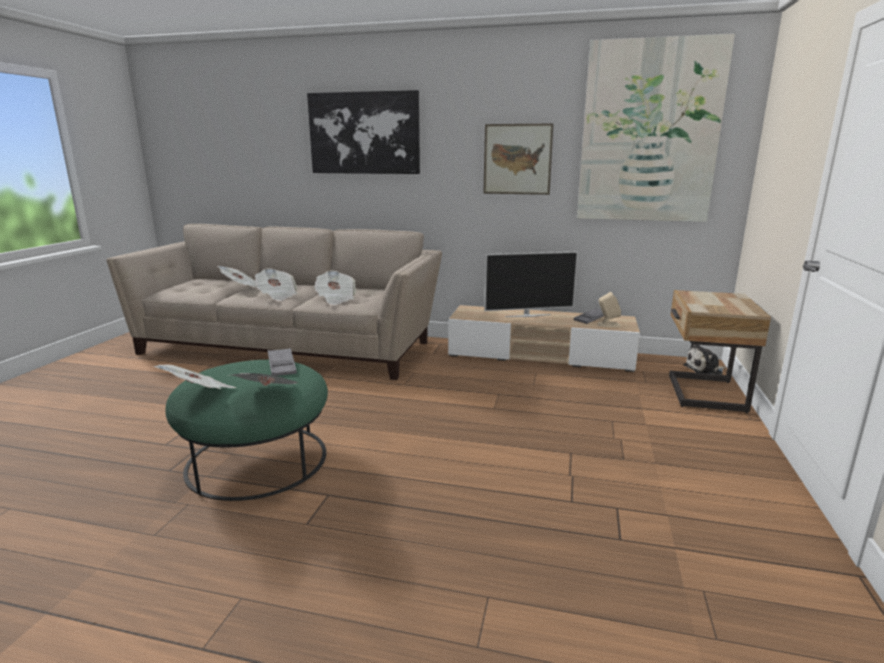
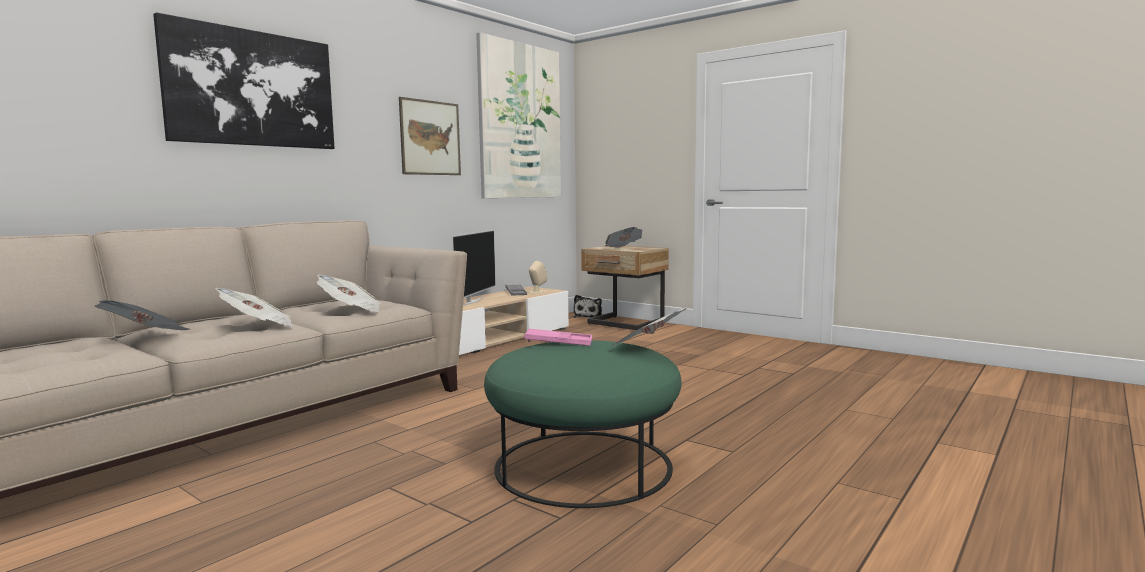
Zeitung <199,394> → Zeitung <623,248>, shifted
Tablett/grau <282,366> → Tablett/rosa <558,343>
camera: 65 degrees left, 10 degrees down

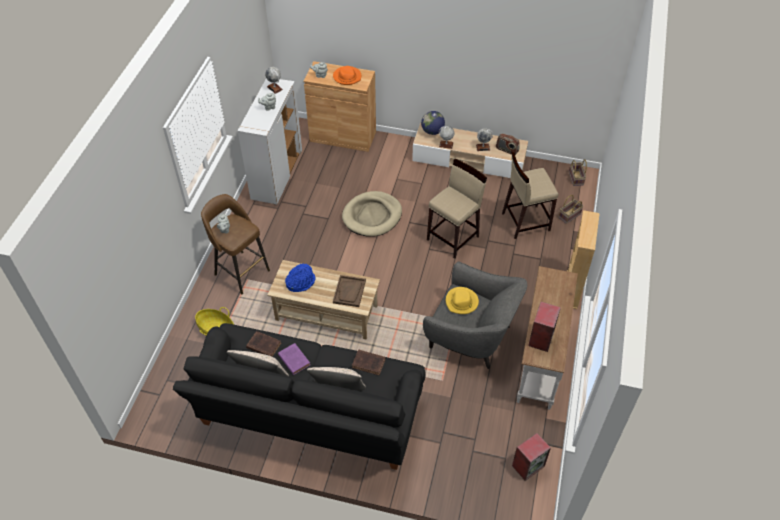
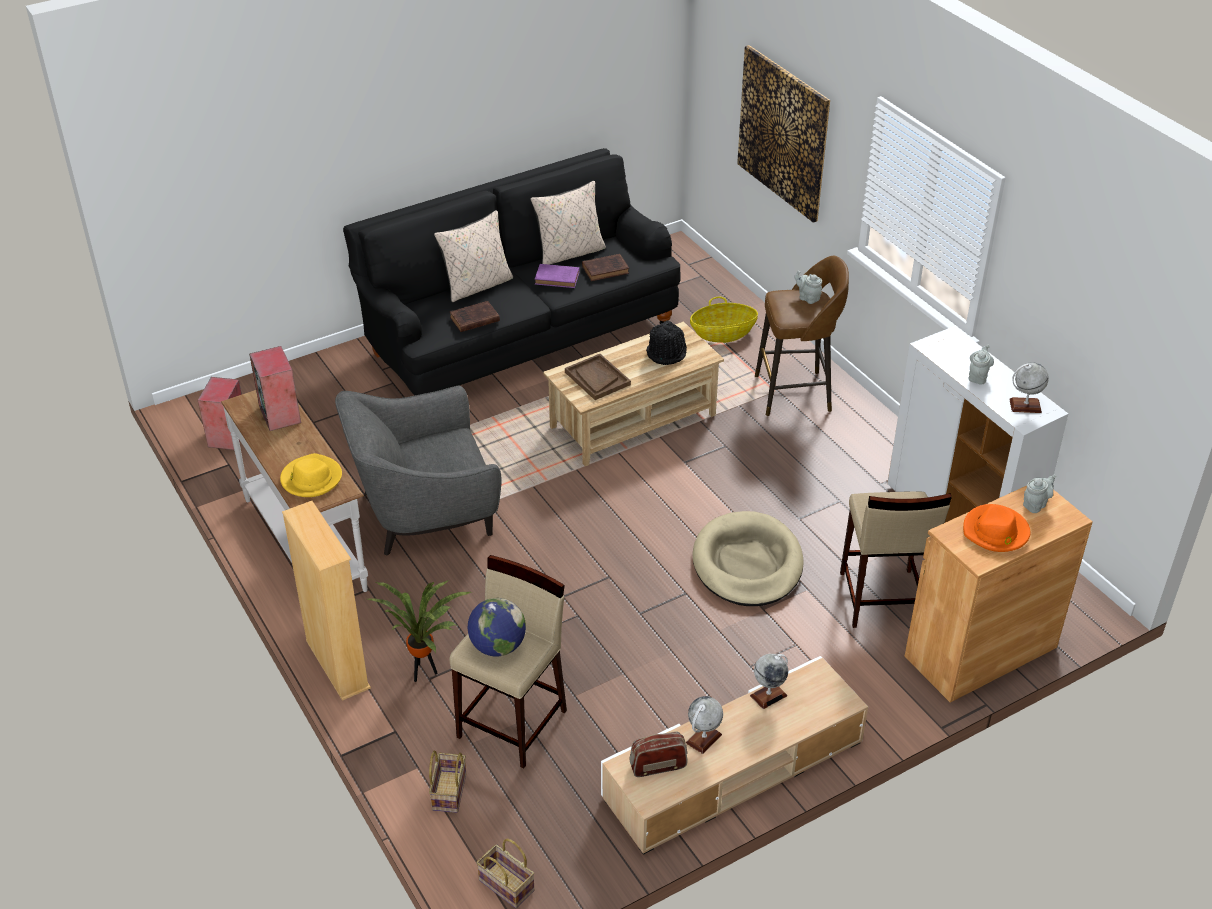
- → Topfpflanze <424,673>
- → Bild <783,133>
Globus <432,131> → Globus <497,646>, shifted
Hocker/beige <453,238> → Hocker/beige <881,599>, shifted
Hut/gelb <461,302> → Hut/gelb <311,479>, shifted
Hut/blau <300,282> → Hut/schwarz <667,352>
camera: 135 degrees right, 10 degrees down

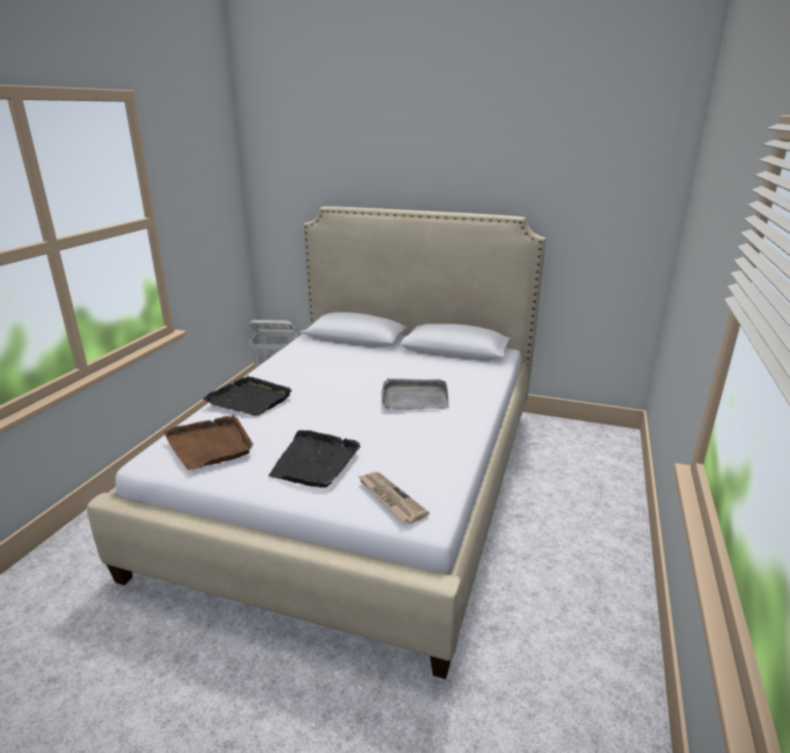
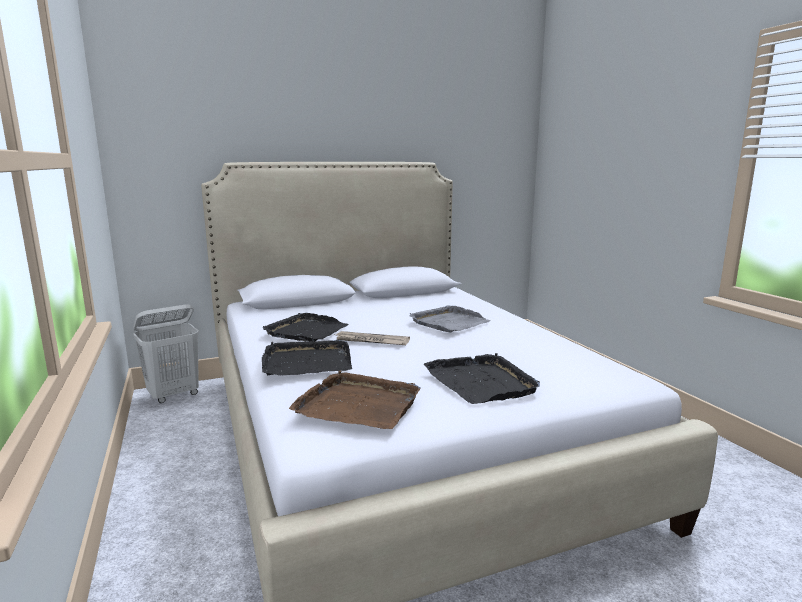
- → Tablett/schwarz <306,331>
Zeitung <390,498> → Zeitung <371,341>, shifted
camera: 40 degrees left, 10 degrees down

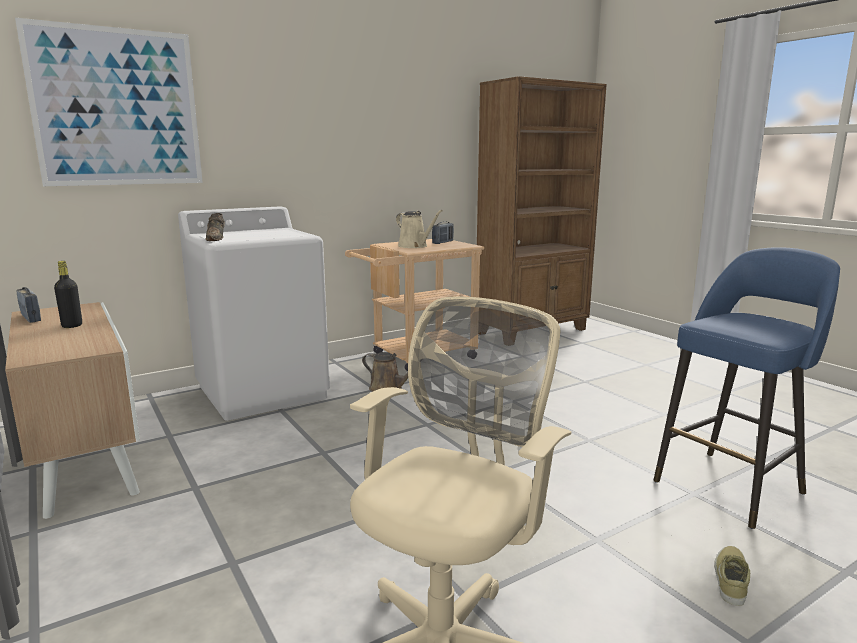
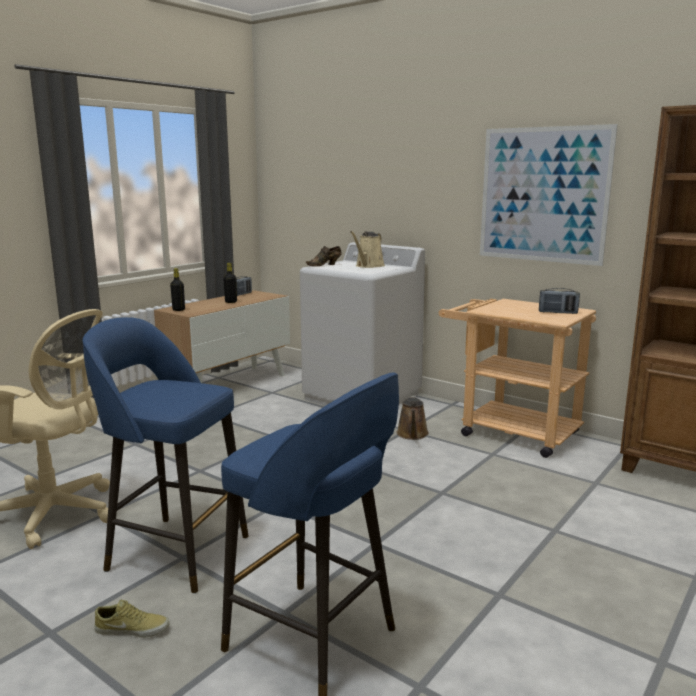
- → Hocker/blau <175,552>
- → Flasche/schwarz <178,310>
Bild <117,108> → Bild <543,195>, shifted
Gießkanne/beige <415,246> → Gießkanne/beige <368,266>, shifted
camera: 70 degrees right, 0 degrees up

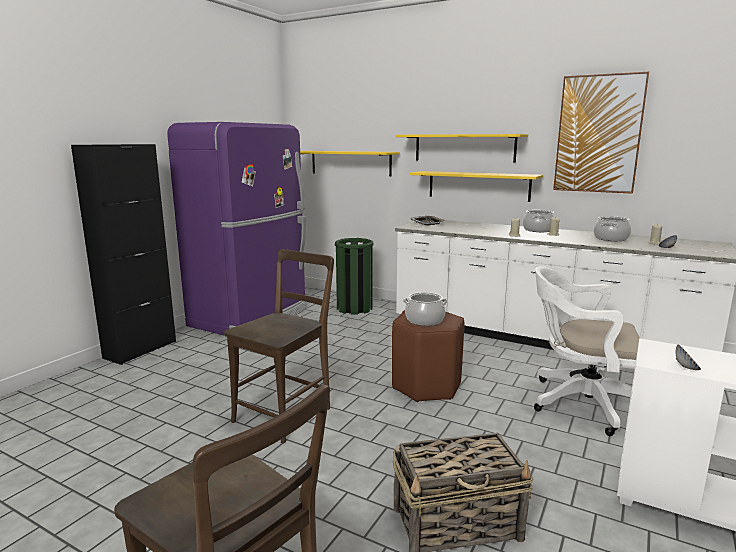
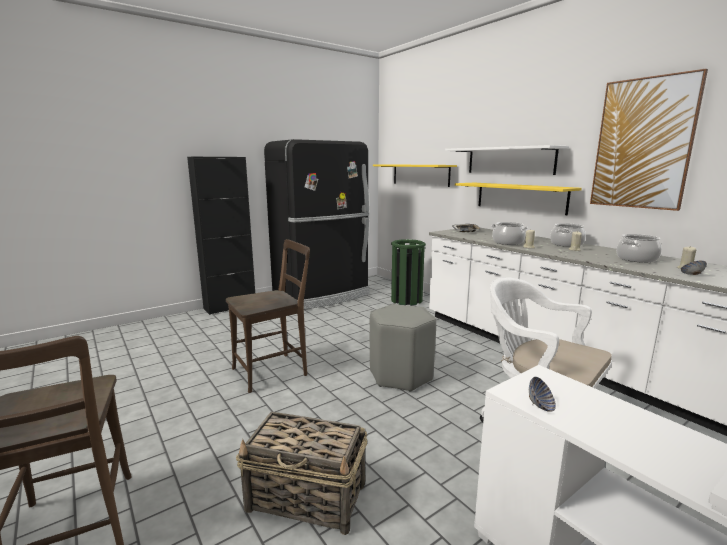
Kochtopf <424,320> → Kochtopf <508,242>, shifted
Kühlschrank/lila <251,317> → Kühlschrank/schwarz <322,295>
Hocker/braun <425,387> → Hocker/grau <400,375>
Wandregal/gelb <464,148> → Wandregal/weiß <509,160>
camera: 25 degrees right, 0 degrees up

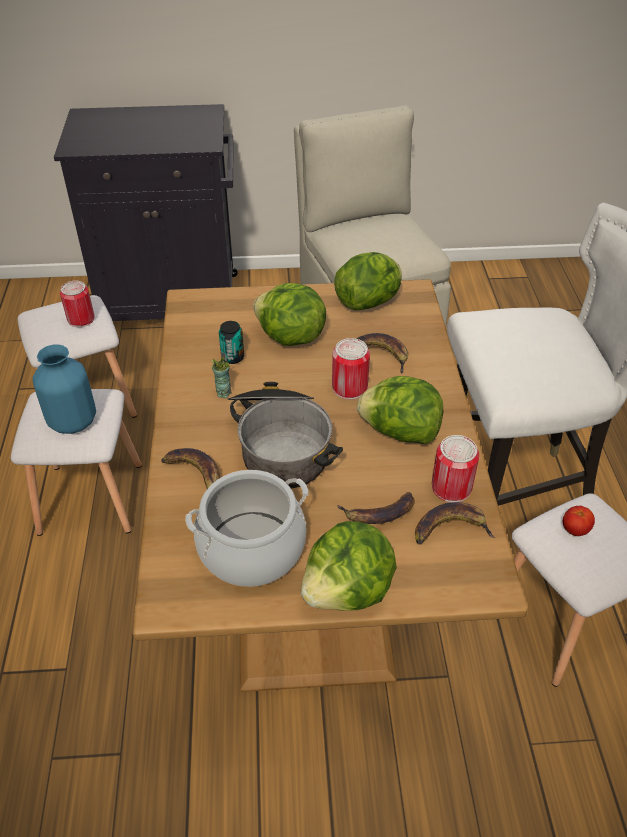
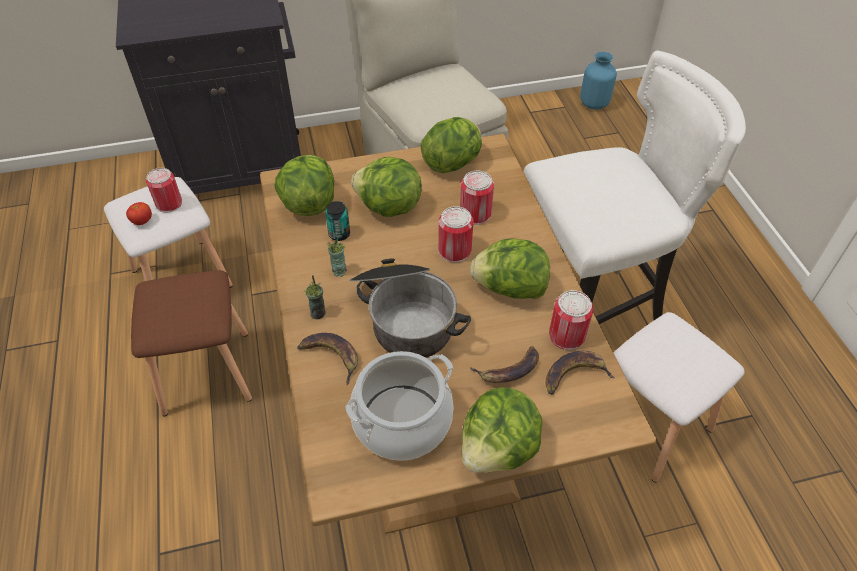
- → Salatkopf <309,204>
- → Tasse <318,313>
Vase/blau <73,421> → Vase/blau <594,103>, shifted
Tomate <575,529> → Tomate <142,221>, shifted
Banane <380,354> → Dose <475,214>
Hocker/weiß <93,497> → Hocker/braun <208,371>
camera: 10 degrees left, 5 degrees up

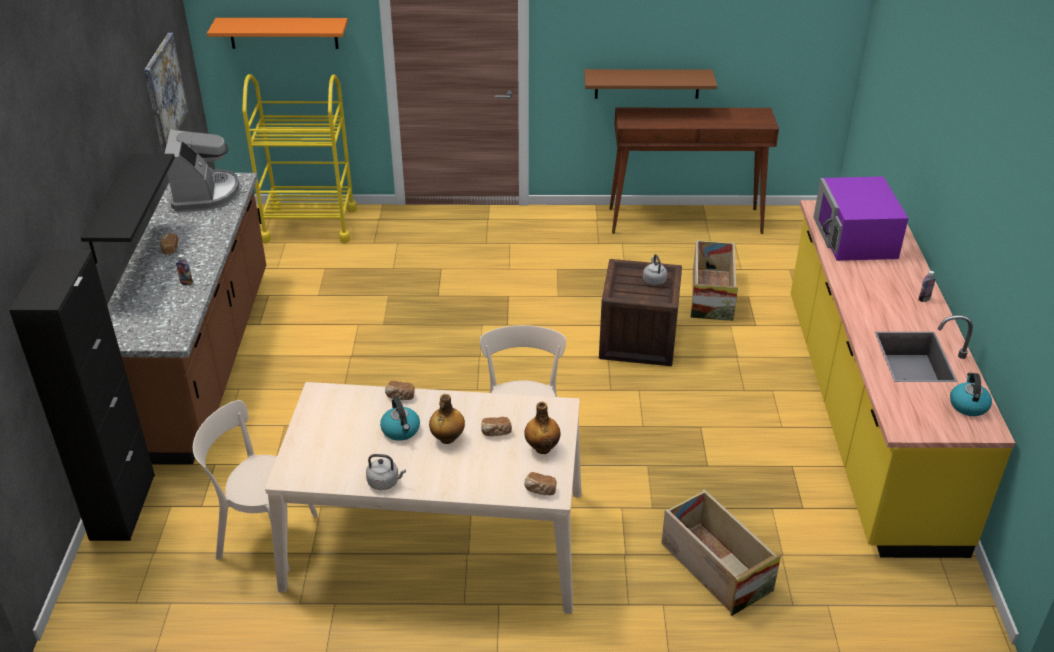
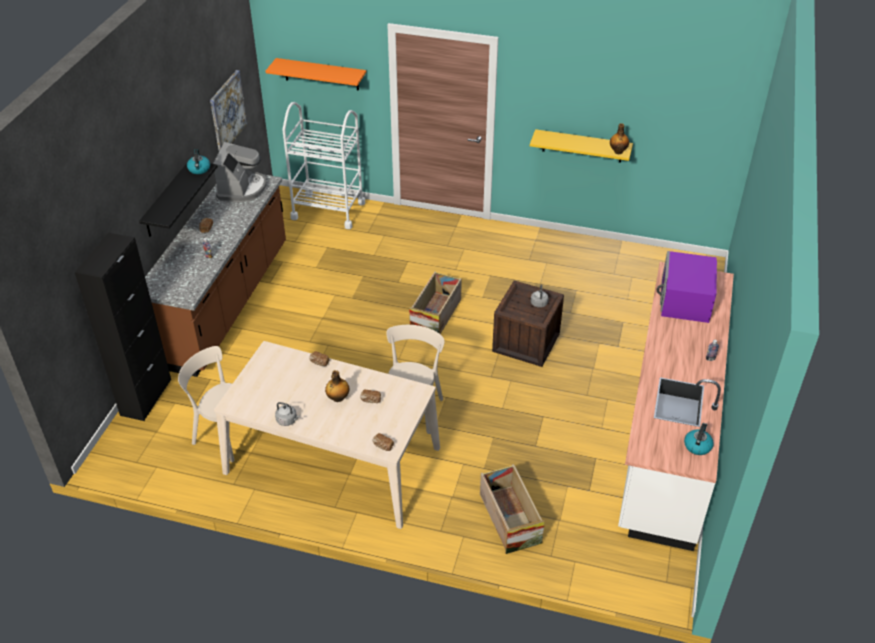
Konsolentisch/braun <686,221> → -
Wasserkessel <401,430> → Wasserkessel <199,169>, shifted
Flasche <542,448> → Flasche <618,151>, shifted
Kiste <711,294> → Kiste <436,314>, shifted
Rollwagen/gelb <310,224> → Rollwagen/weiß <328,210>
Wandregal/braun <647,83> → Wandregal/gelb <582,146>
Küchenzeile/gelb <865,415> → Küchenzeile/weiß <667,431>
camera: 15 degrees right, 5 degrees up

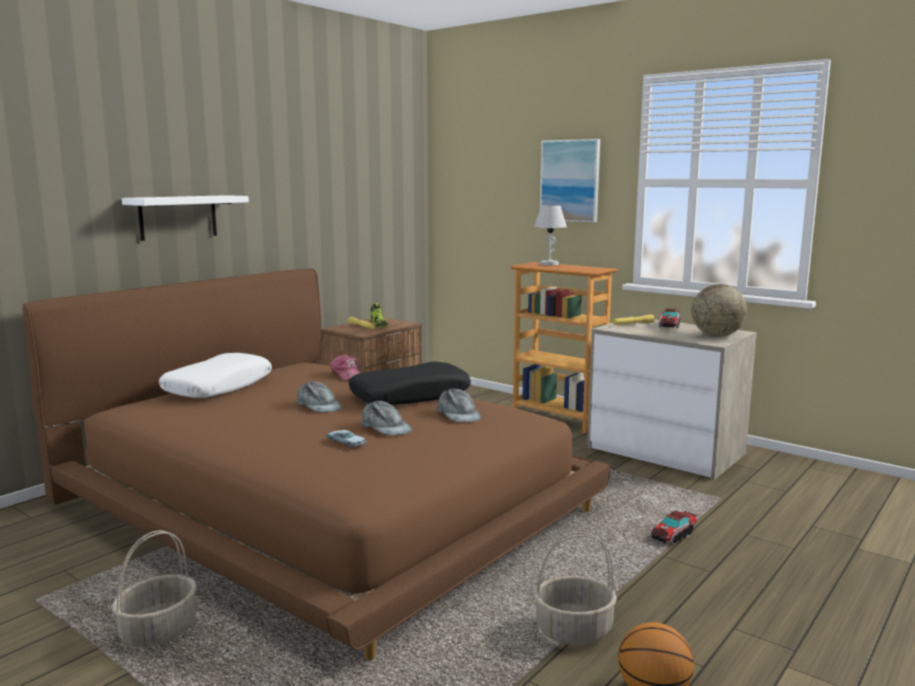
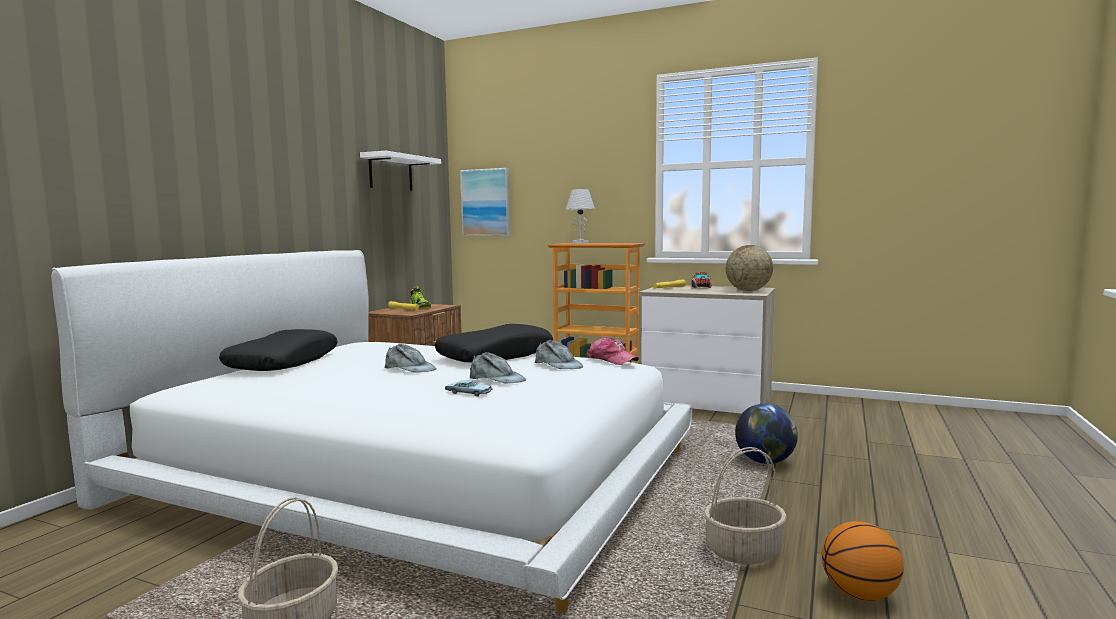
Wandregal/weiß <178,217> → Wandregal/weiß <390,173>, shifted
Kappe <348,375> → Kappe <611,360>, shifted
Bild <570,180> → Bild <486,202>, shifted
Spielzeuglaster <673,536> → Globus <765,461>
Bett/braun <322,502> → Bett/weiß <414,472>
Kissen/weiß <218,387> → Kissen/schwarz <283,363>
camera: 15 degrees left, 5 degrees down

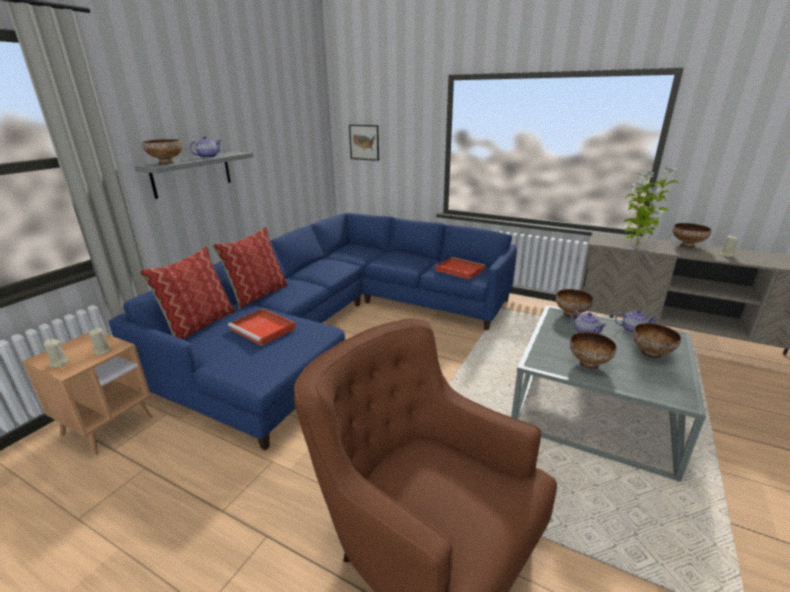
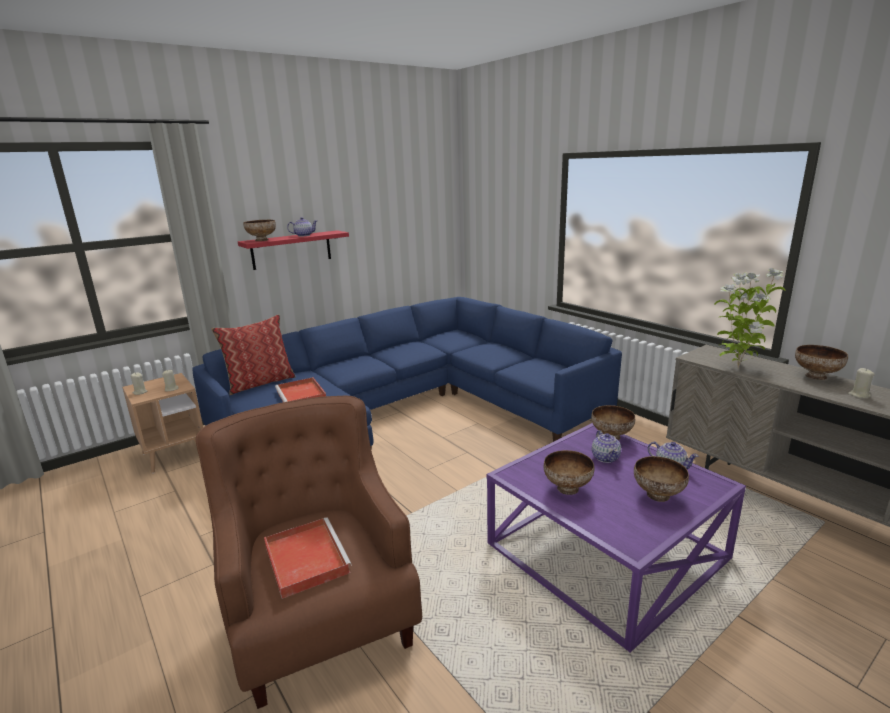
Kissen <257,294> → -
Bild <364,142> → -
Tablett/rot <459,270> → Tablett/rot <305,558>, shifted
Wandregal/grau <192,174> → Wandregal/rot <291,249>
Couchtisch/grau <594,407> → Couchtisch/lila <605,550>
camera: 25 degrees right, 5 degrees down

